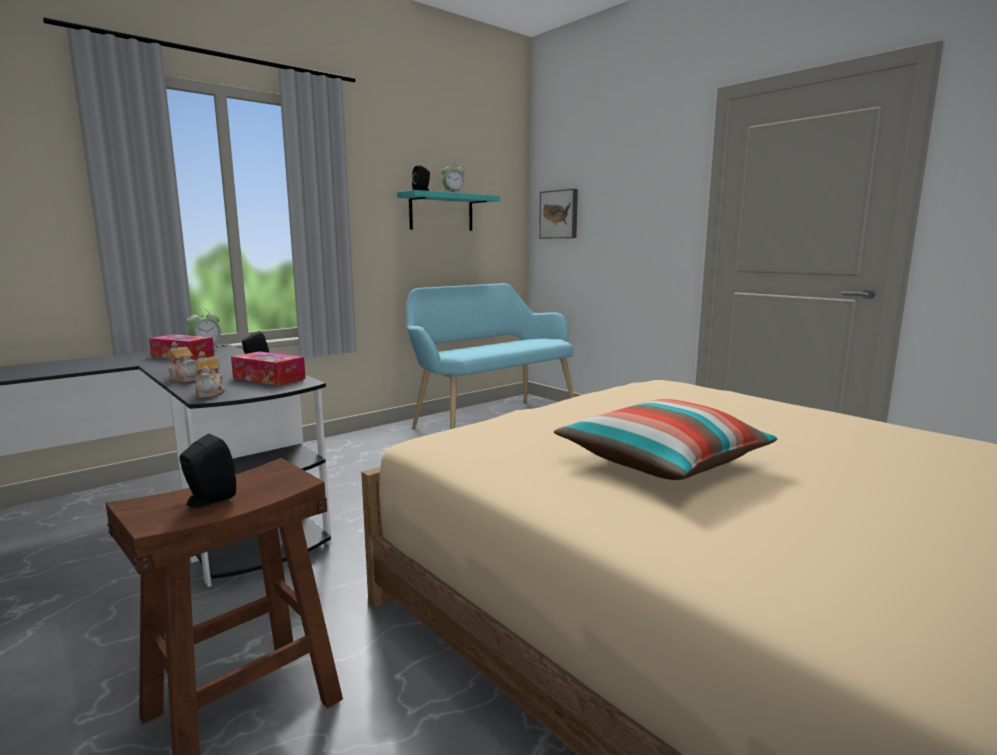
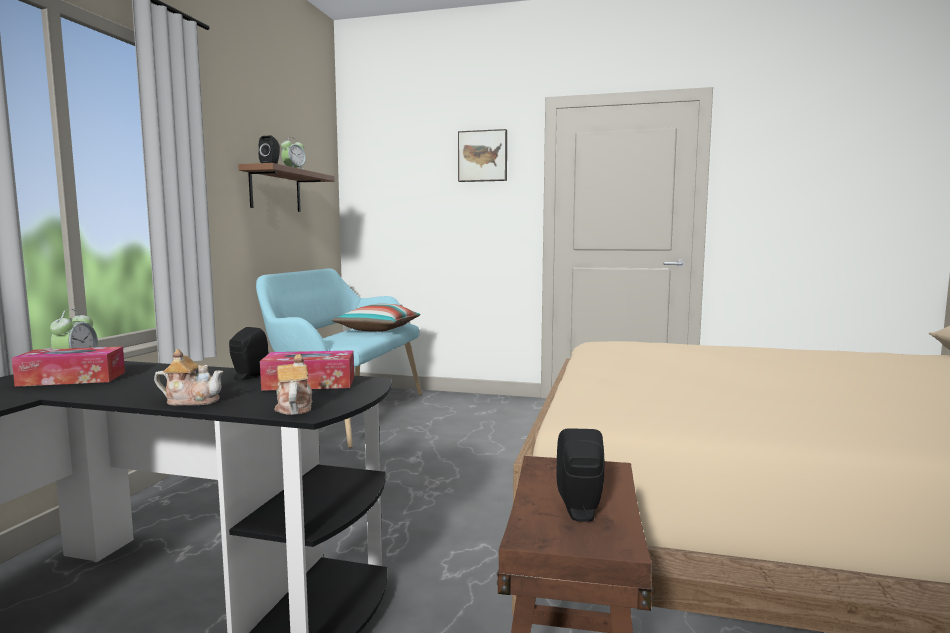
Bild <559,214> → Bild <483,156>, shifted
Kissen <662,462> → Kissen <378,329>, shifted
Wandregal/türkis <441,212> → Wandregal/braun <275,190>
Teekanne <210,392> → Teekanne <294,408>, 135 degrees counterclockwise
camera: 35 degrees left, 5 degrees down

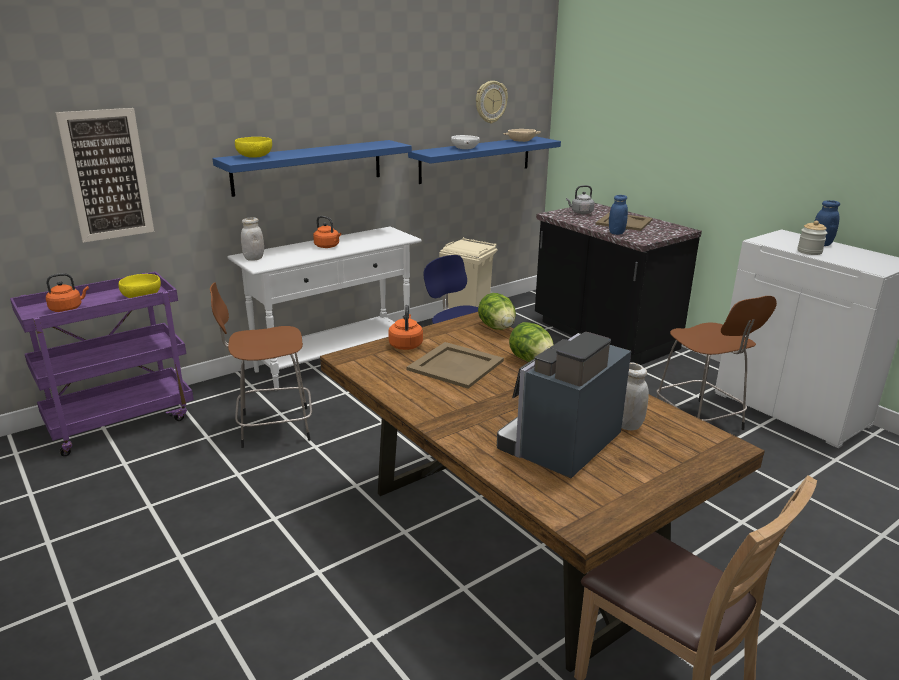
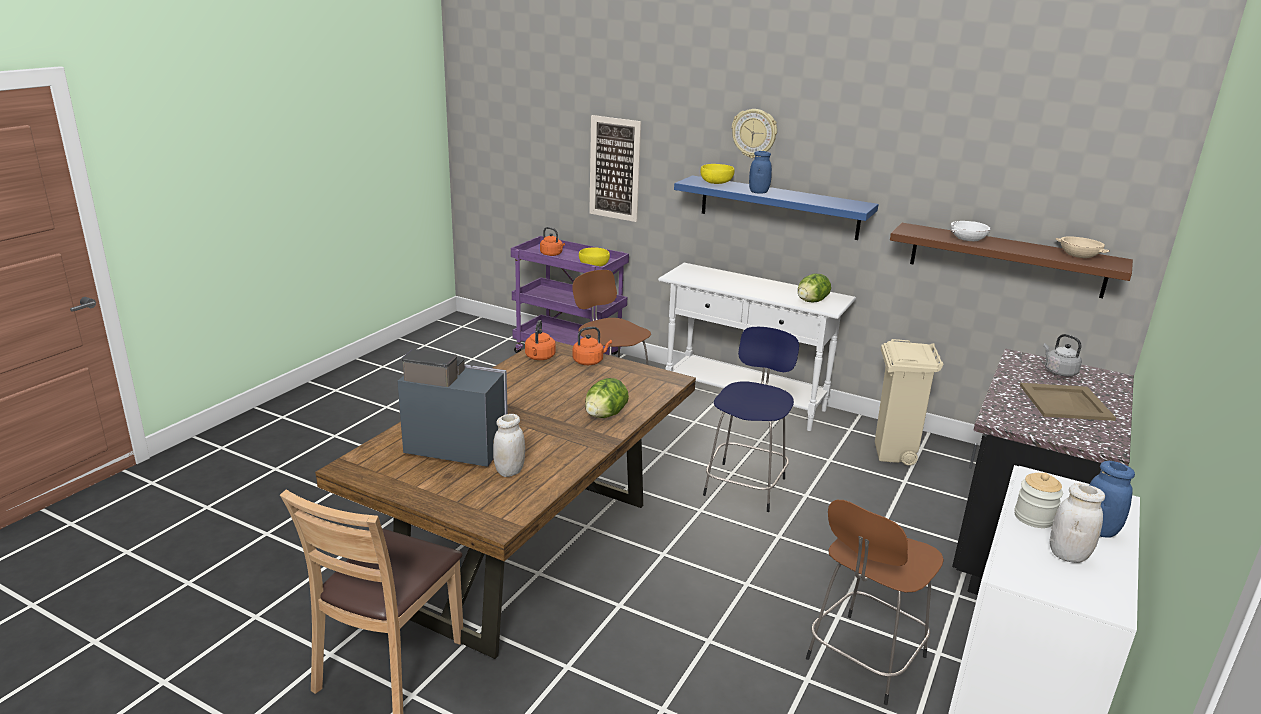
Tablett/beige <456,365> → -
Vorratsglas/weiß <254,258> → Vorratsglas/weiß <1068,555>, shifted
Wasserkessel/orange <328,246> → Wasserkessel/orange <539,357>, shifted
Wanduhr <490,102> → Wanduhr <754,133>, shifted
Salatkopf <497,328> → Salatkopf <811,301>, shifted
Vorratsglas/blau <616,233> → Vorratsglas/blau <758,192>, shifted
Wandregal/blau <475,159> → Wandregal/braun <1006,260>
camera: 65 degrees right, 0 degrees up

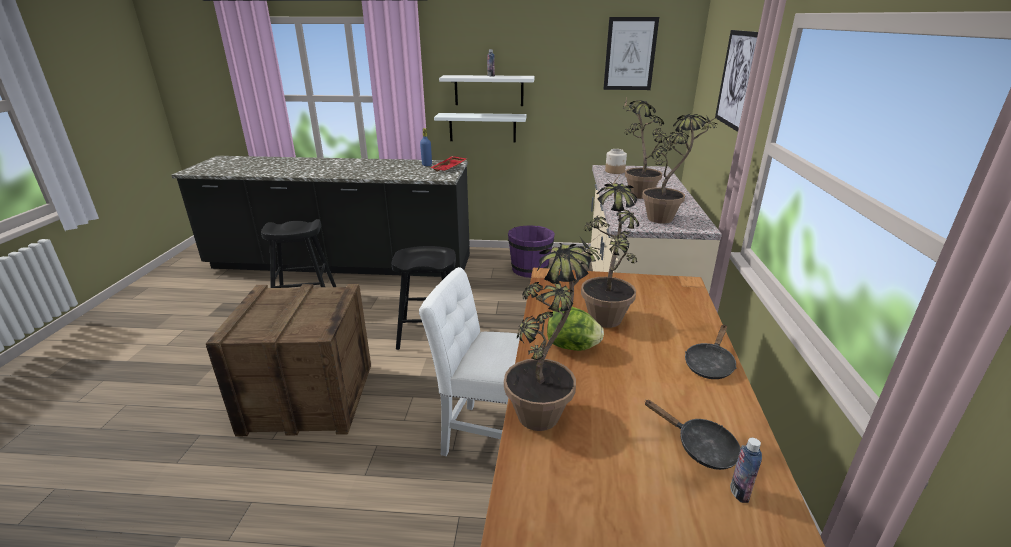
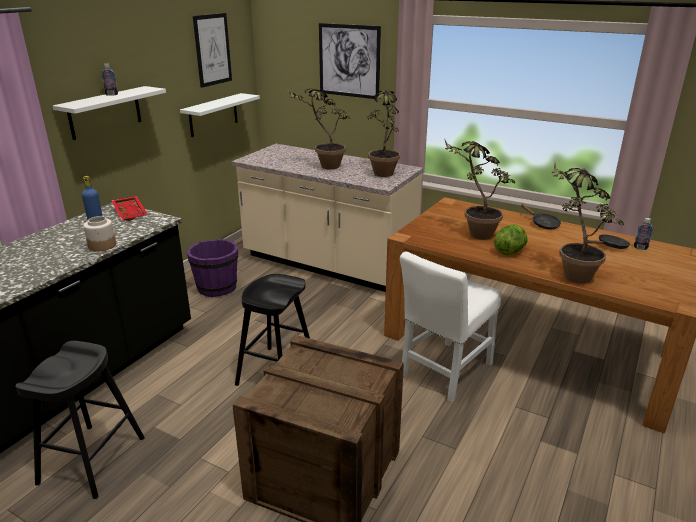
Wandregal/weiß <482,127> → Wandregal/weiß <213,115>, shifted
Vorratsglas <615,171> → Vorratsglas <102,245>, shifted
camera: 65 degrees left, 0 degrees up

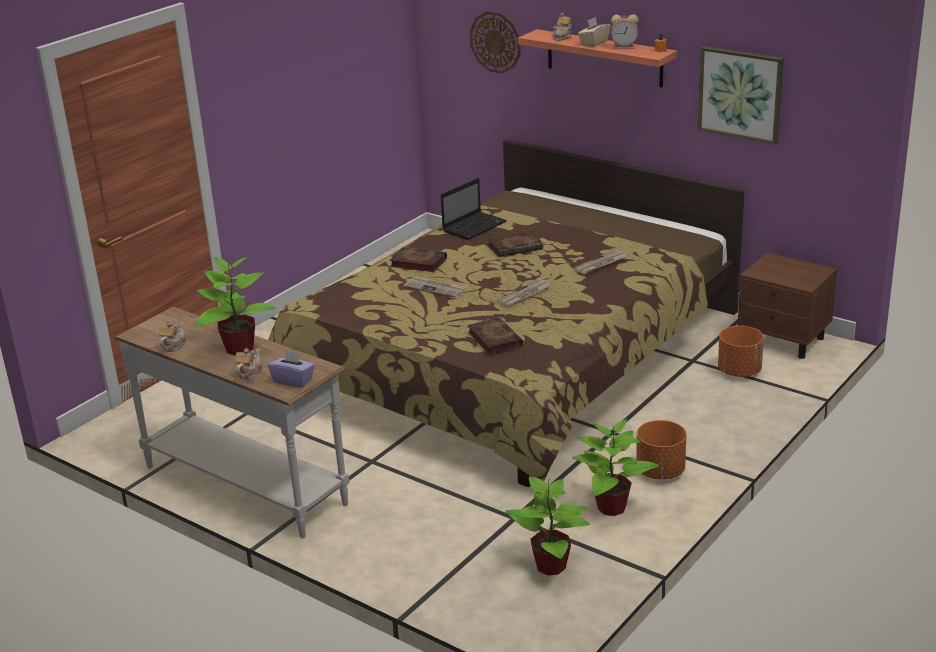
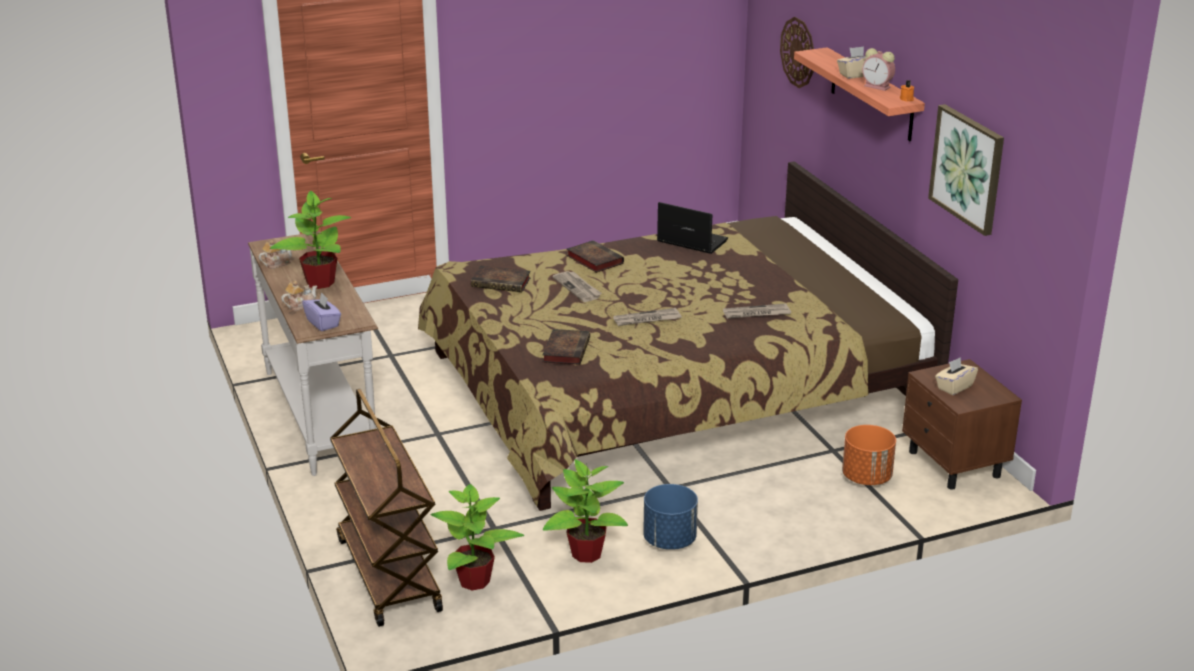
Teekanne <562,37> → -
- → Rollwagen/braun <387,574>
- → Taschentuchbox/beige <954,387>
Buch <516,247> → Buch <502,282>, shifted
Pflanzkübel/orange <660,471> → Pflanzkübel/blau <669,540>
Laptop <475,226> → Laptop <690,241>, 135 degrees counterclockwise
camera: 30 degrees right, 0 degrees up

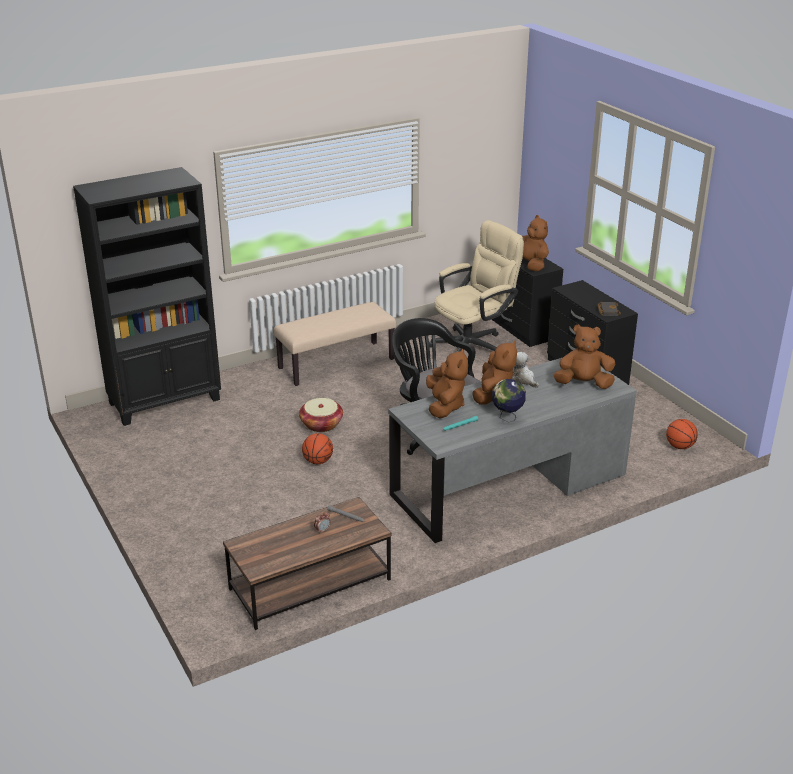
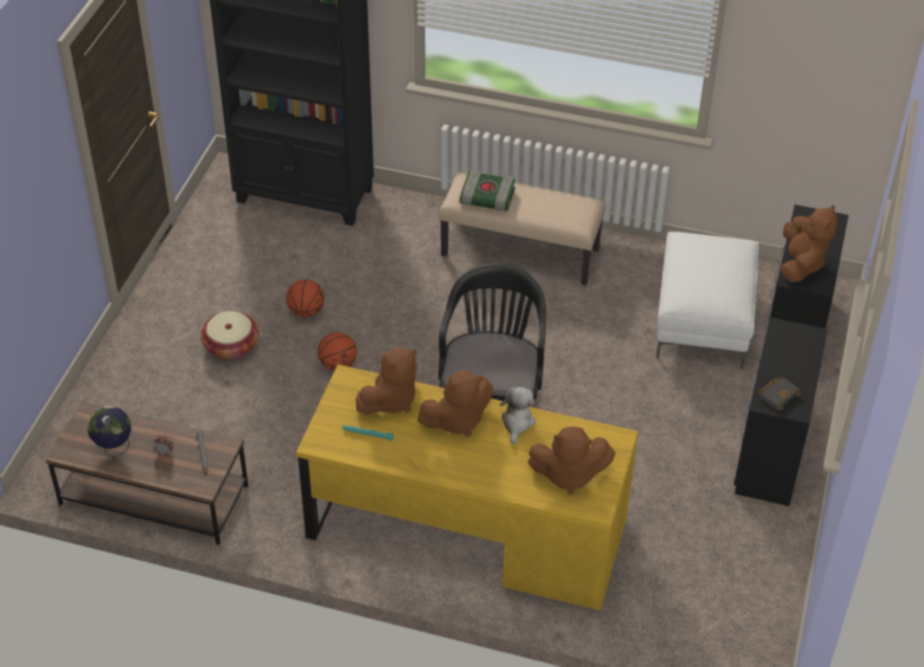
- → Buch <486,198>
Korb <321,424> → Korb <231,346>, shifted
Globus <507,418> → Globus <114,448>, shifted
Basketball <679,446> → Basketball <306,311>, shifted
Bürostuhl/beige <474,343> → Polsterhocker/weiß <704,322>
Schreibtisch/grau <508,485> → Schreibtisch/gelb <466,529>
Plüschtier/braun <583,384> → Plüschtier/braun <568,475>, 135 degrees clockwise
camera: 45 degrees right, 15 degrees up

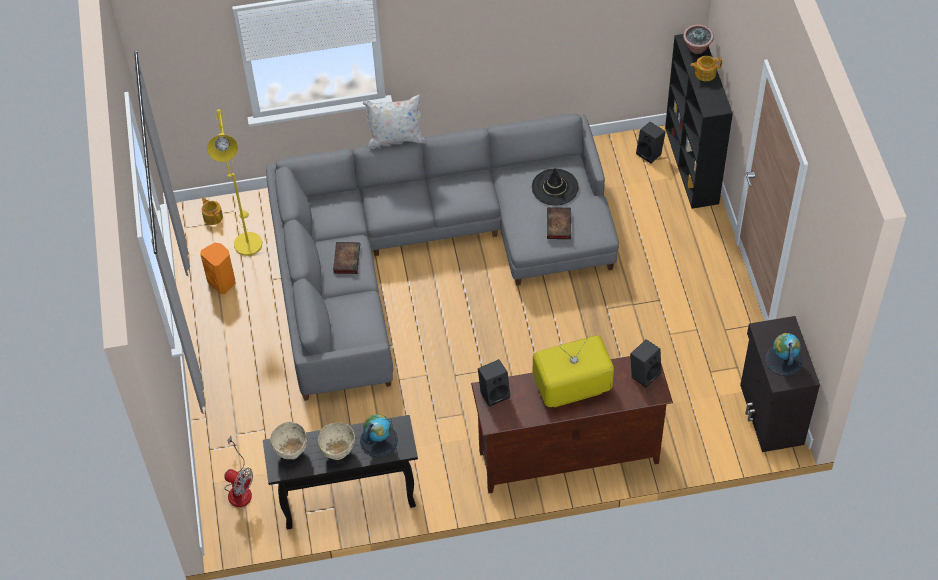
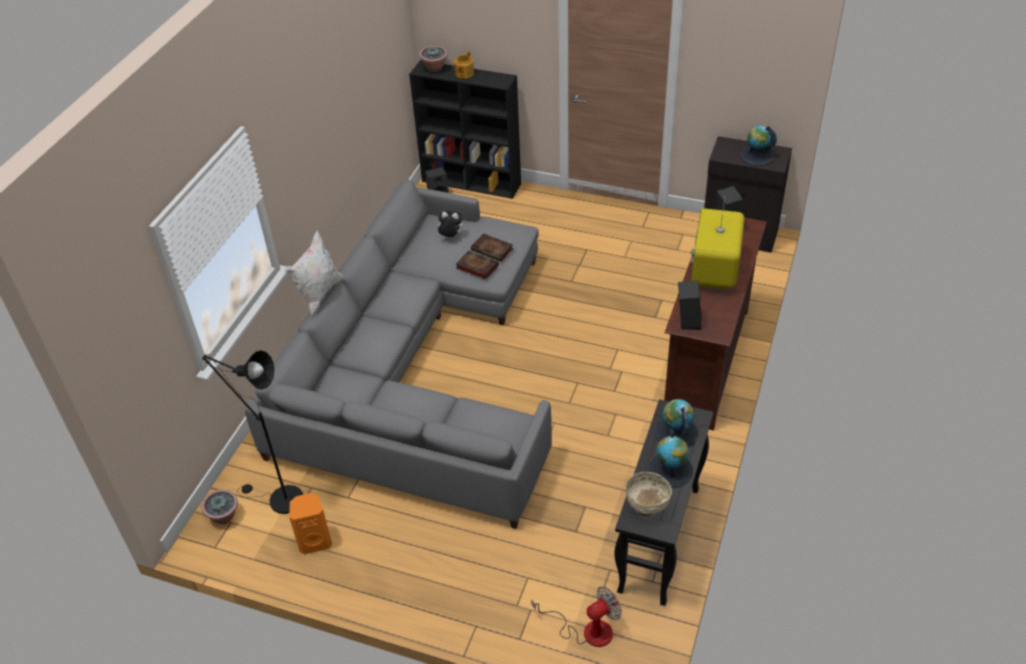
Buch <346,258> → Buch <476,267>, shifted
Teekanne <213,216> → Topfpflanze <224,516>
Schüssel/beige <338,452> → Globus <670,470>
Hut/schwarz <555,187> → Plüschtier <450,237>
Stehlampe/gelb <246,239> → Stehlampe/schwarz <279,499>
camera: 60 degrees left, 10 degrees down

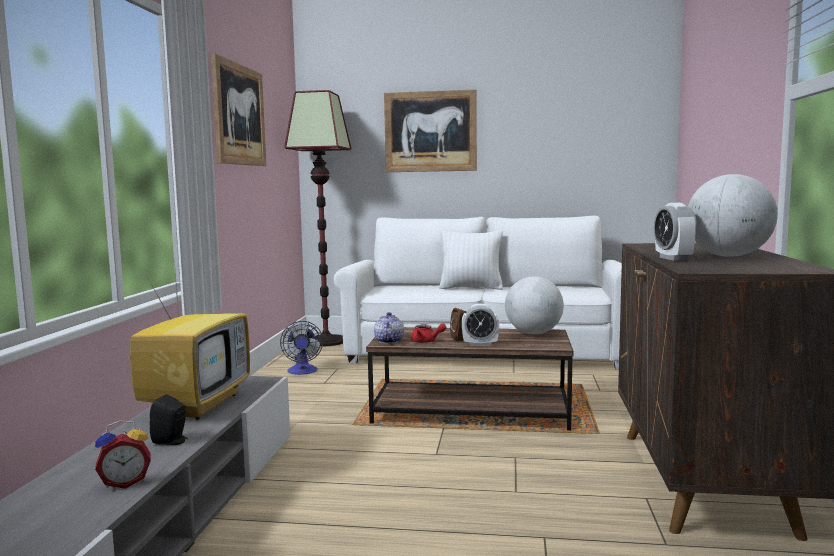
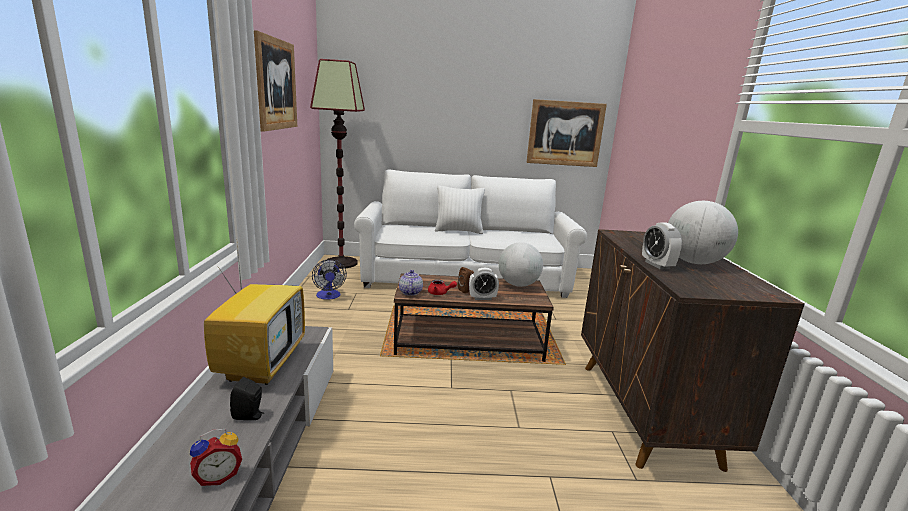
Bild <430,131> → Bild <565,133>, shifted
camera: 10 degrees left, 10 degrees up

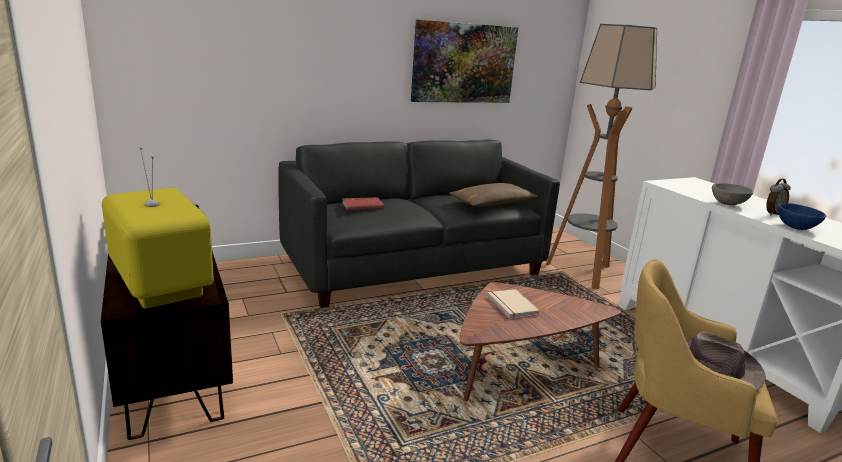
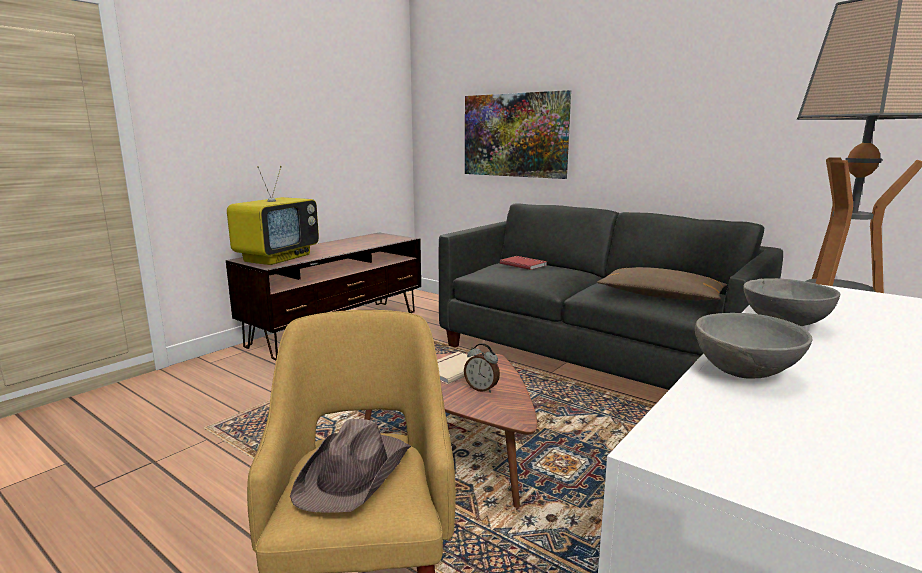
Bild <464,63> → Bild <515,135>, shifted
Wecker <772,213> → Wecker <482,389>, shifted
Schüssel/blau <796,227> → Schüssel/grau <746,373>
camera: 65 degrees right, 5 degrees down

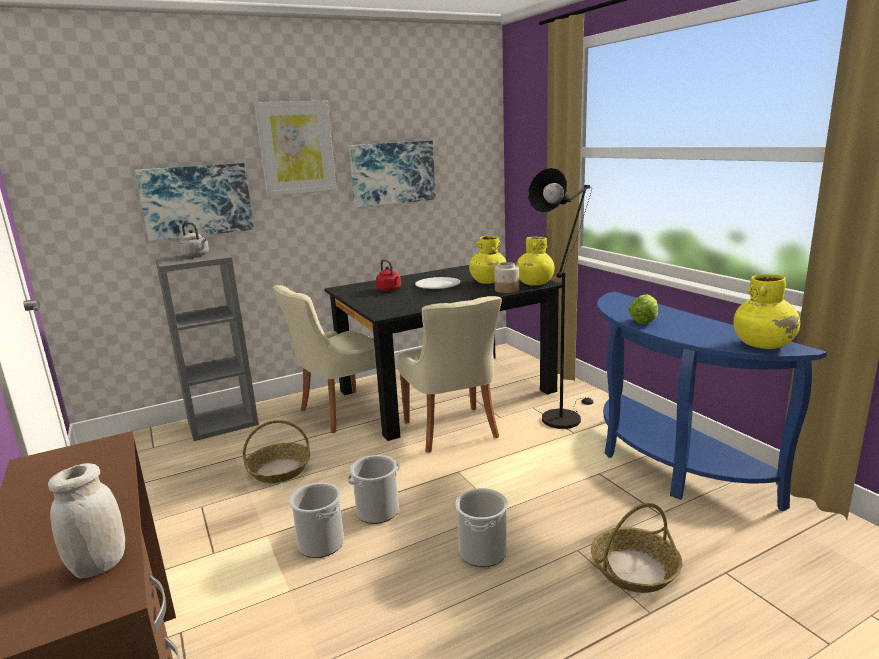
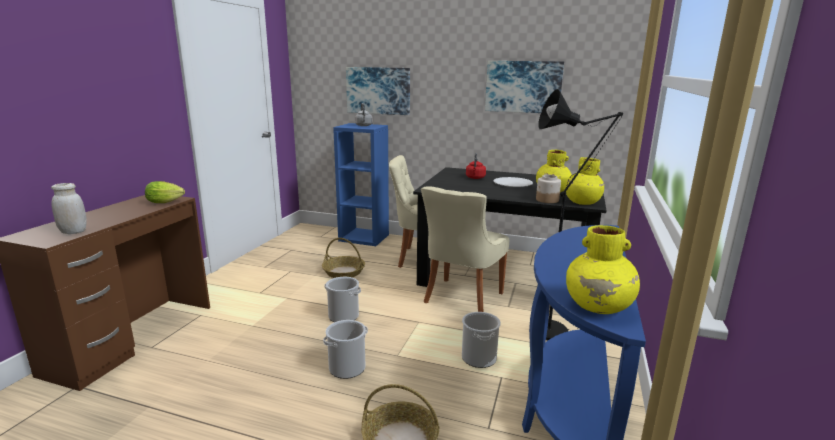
Bild <296,148> → -
Eimer <321,543> → Eimer <479,358>, shifted
Salatkopf <644,320> → Salatkopf <167,202>, shifted
Bücherregal/grau <223,422> → Bücherregal/blau <364,238>
camera: 45 degrees right, 0 degrees up

